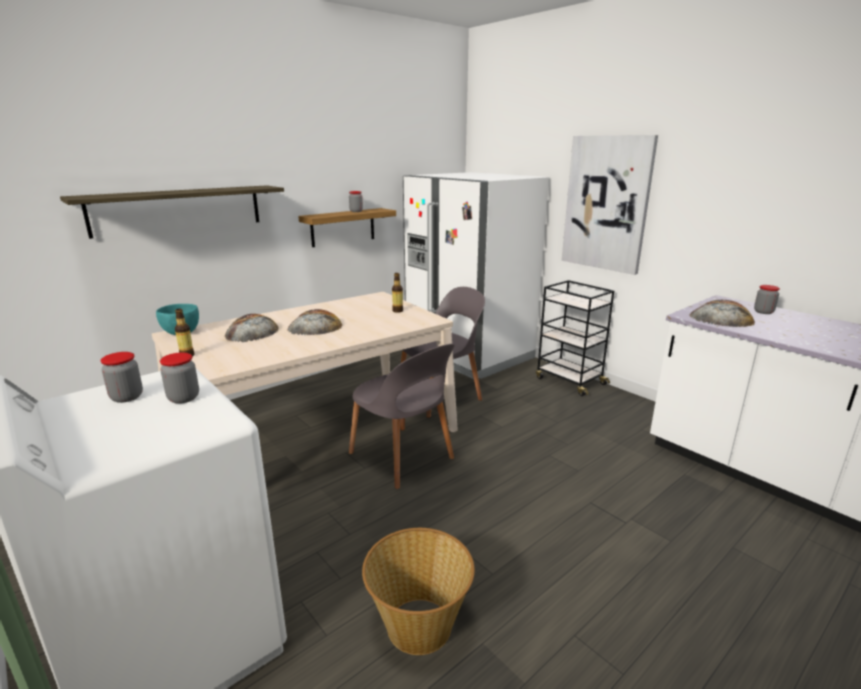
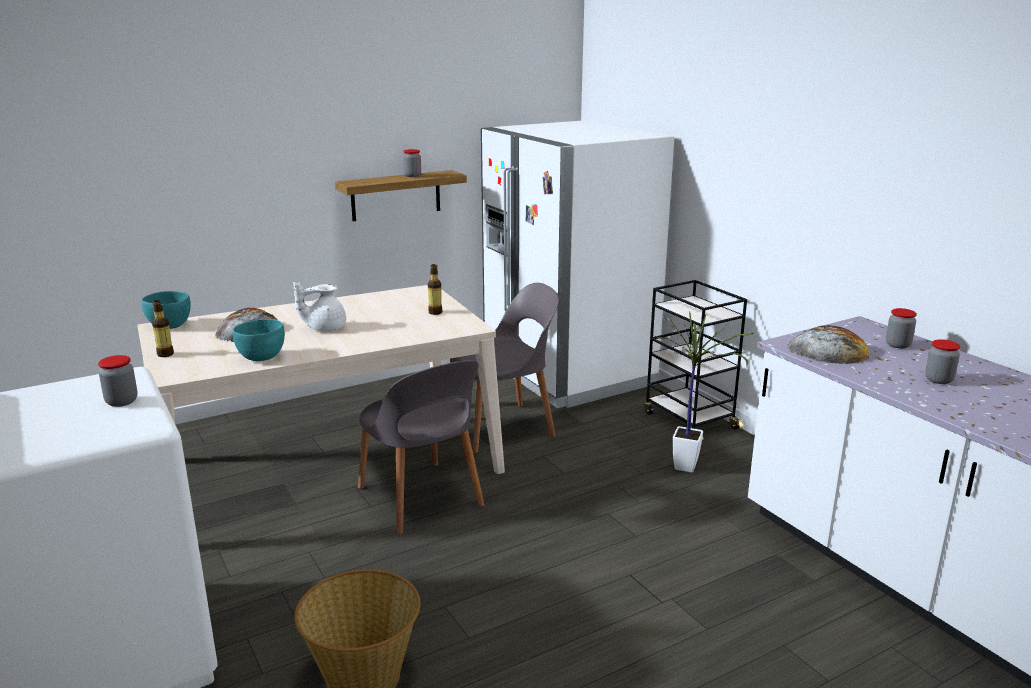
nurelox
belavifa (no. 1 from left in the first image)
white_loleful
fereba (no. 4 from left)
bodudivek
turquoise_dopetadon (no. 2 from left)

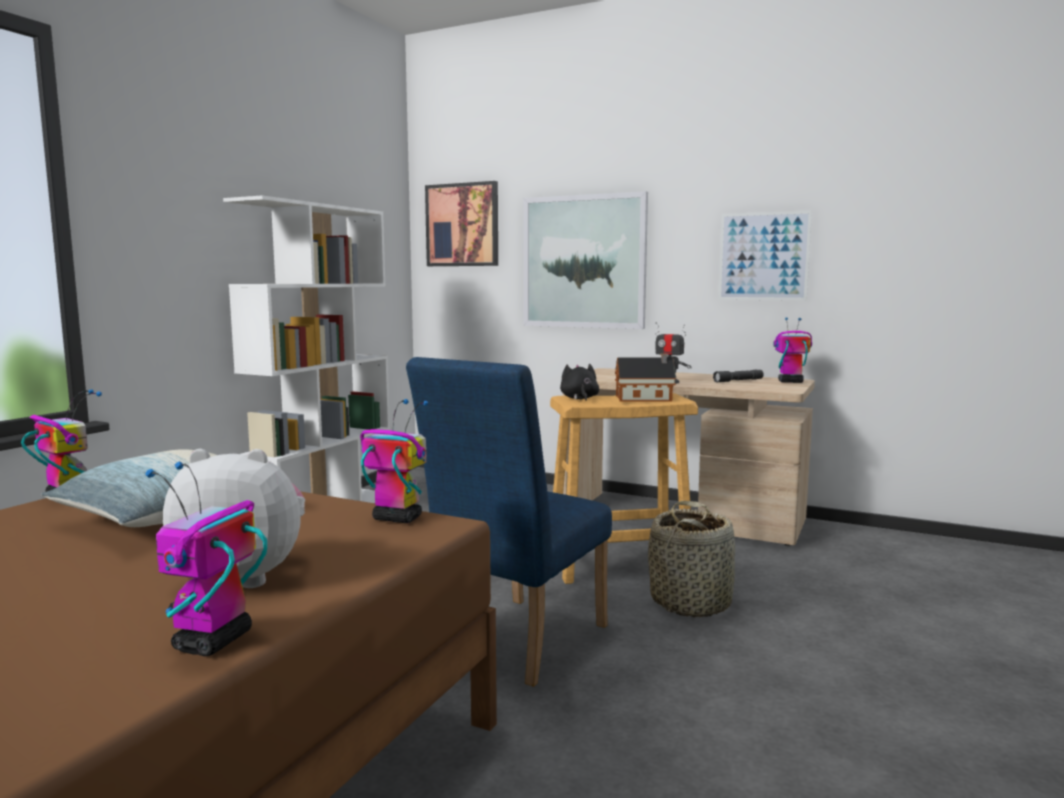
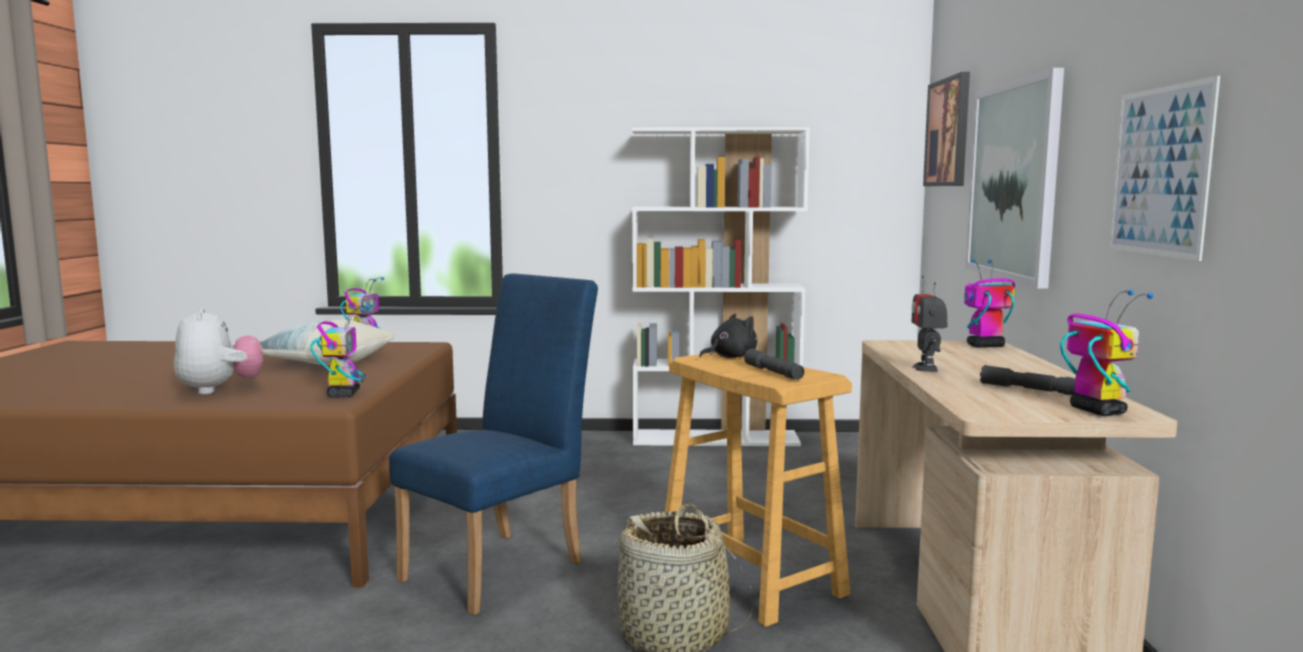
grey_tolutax (no. 1 from left)
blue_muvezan
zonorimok (no. 4 from left)

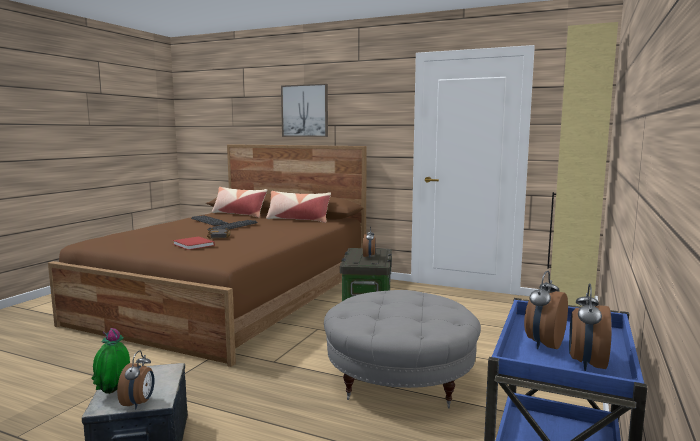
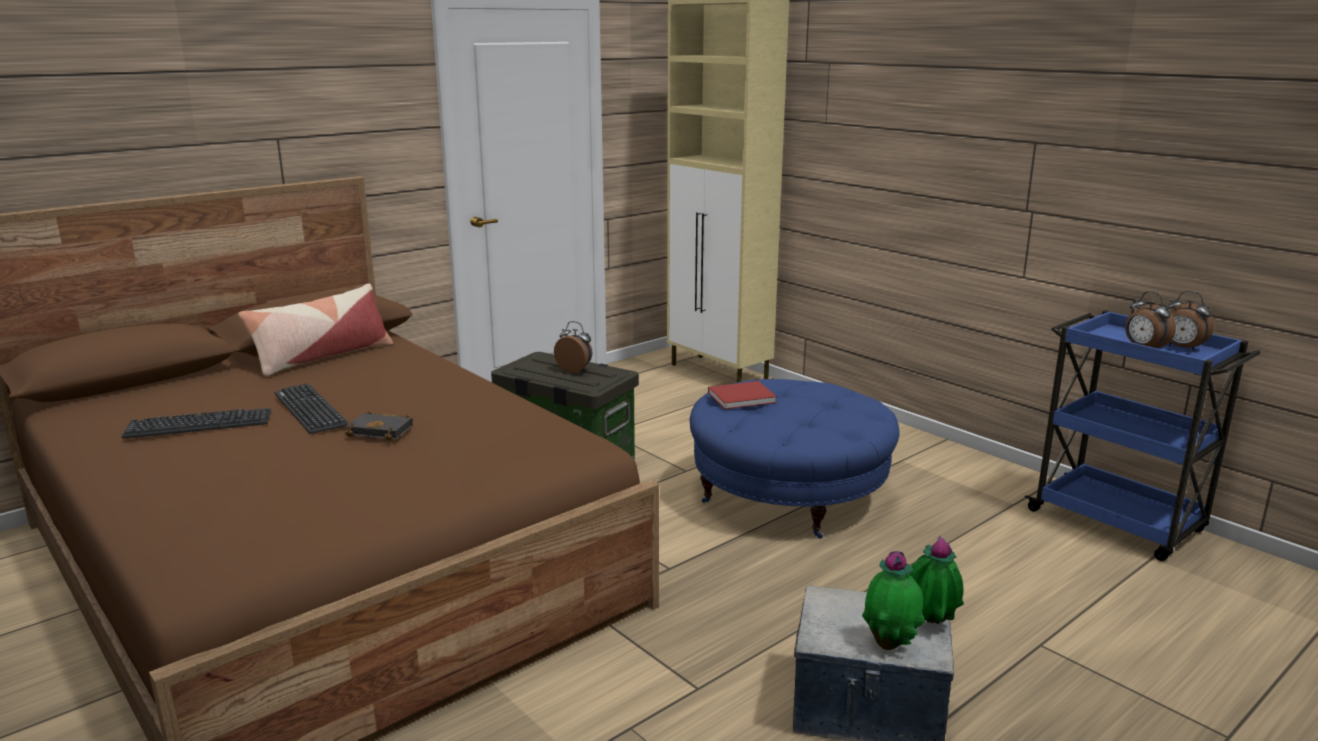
nurelox
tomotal (no. 1 from left in the first image)
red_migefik
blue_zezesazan
bodudivek (no. 2 from left)

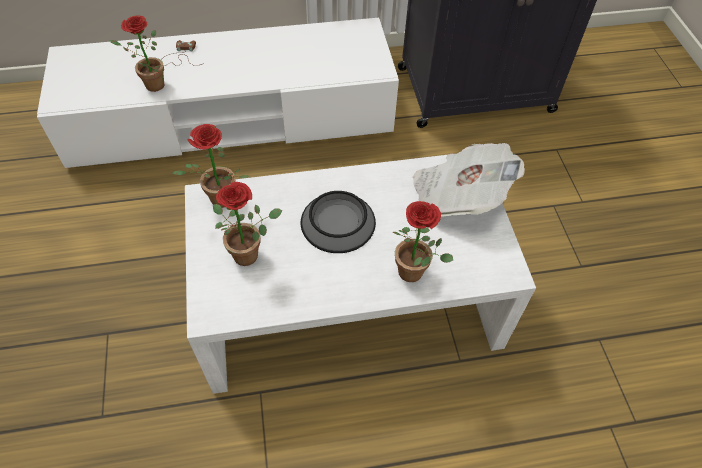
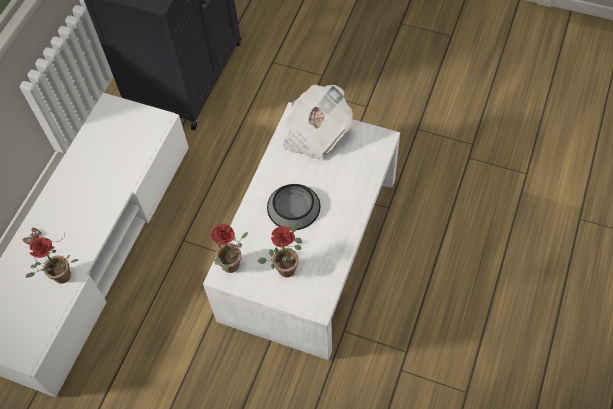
bodudivek (no. 4 from left in the first image)

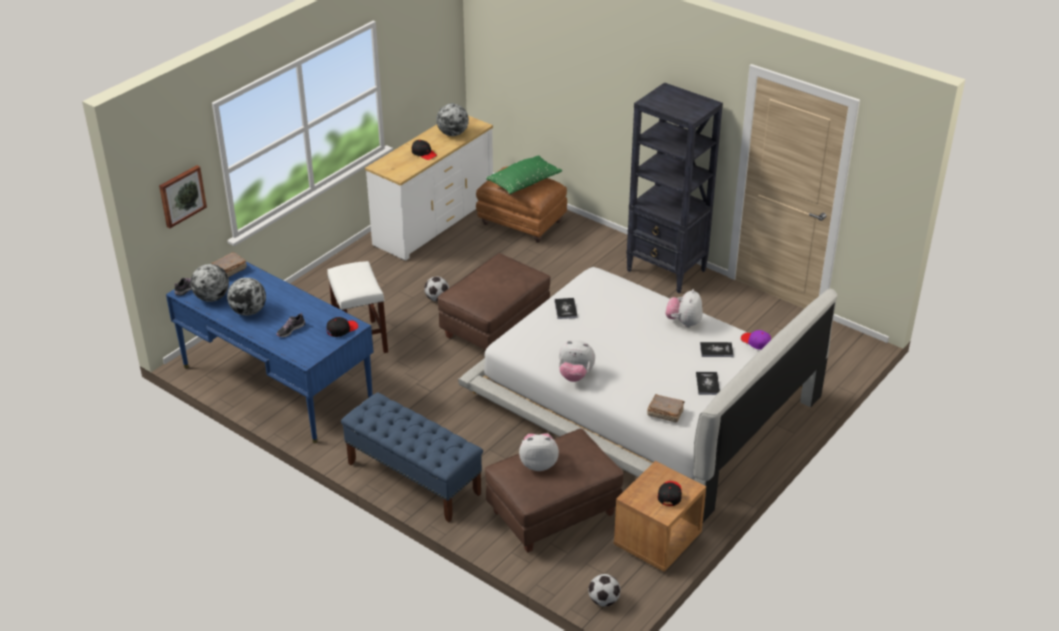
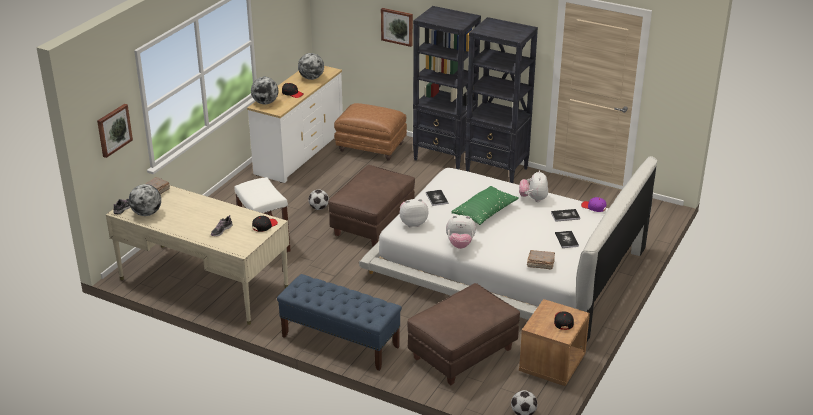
green_tomotal
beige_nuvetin
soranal (no. 2 from left)
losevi (no. 1 from left)
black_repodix (no. 1 from left)
nurelox (no. 2 from left)

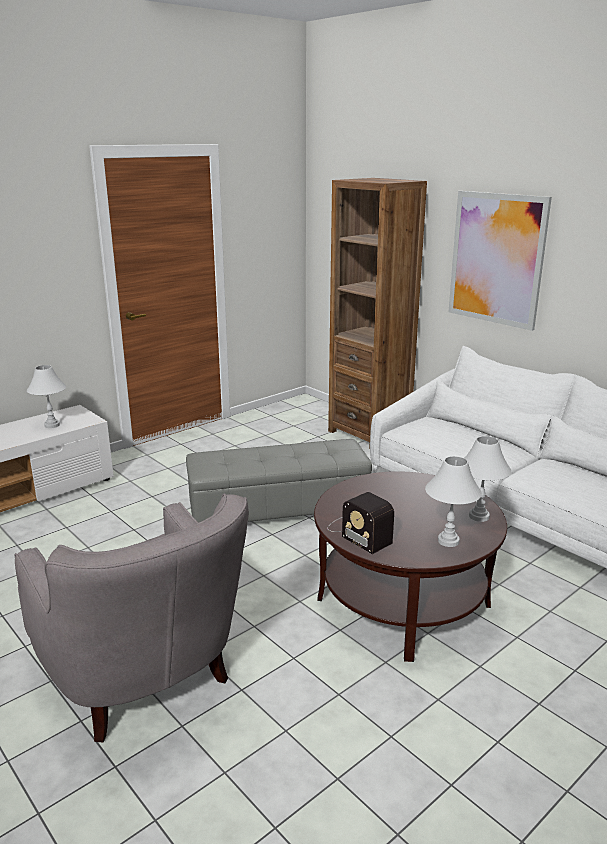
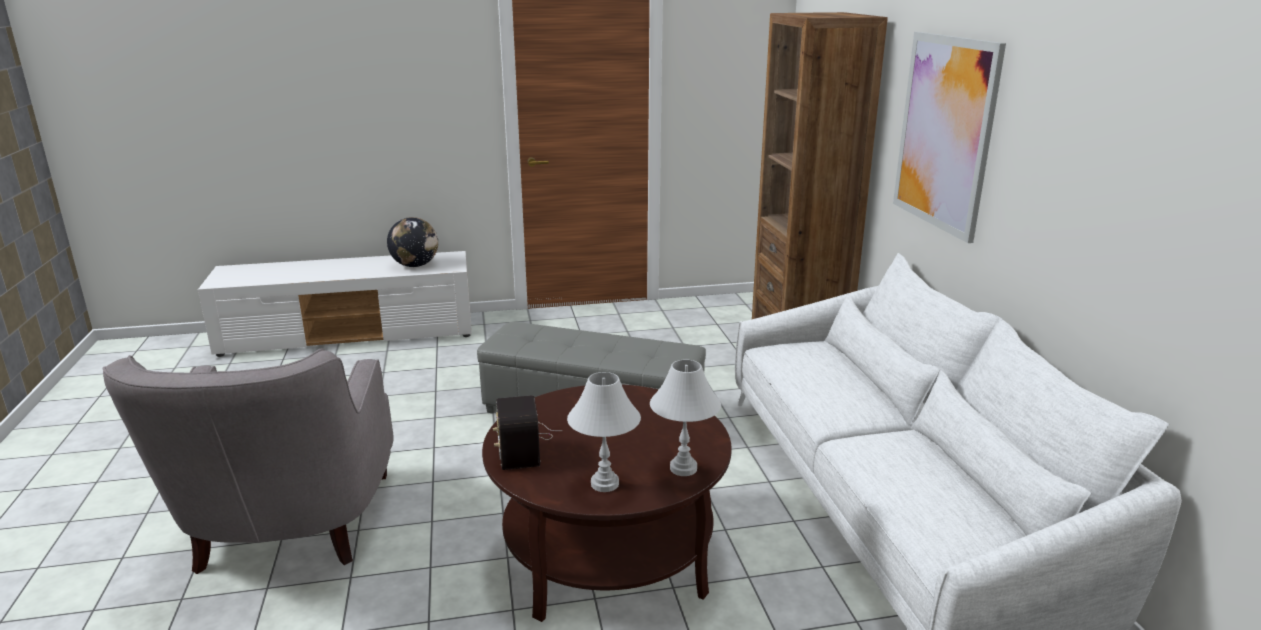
soranal

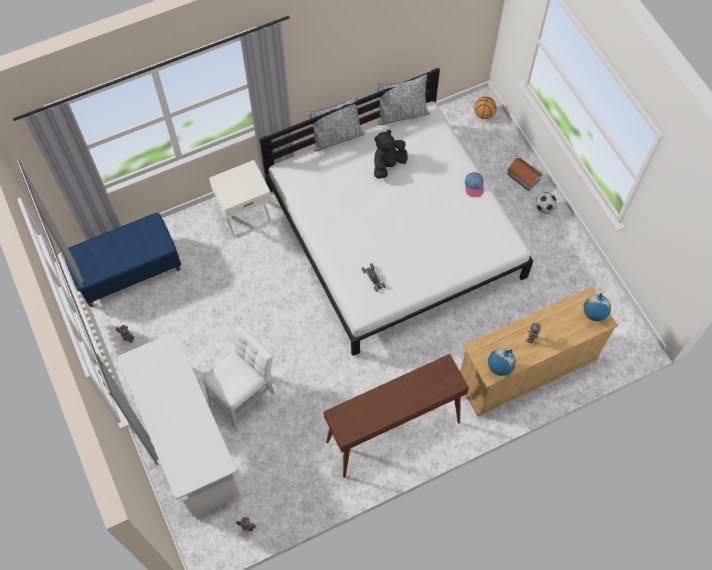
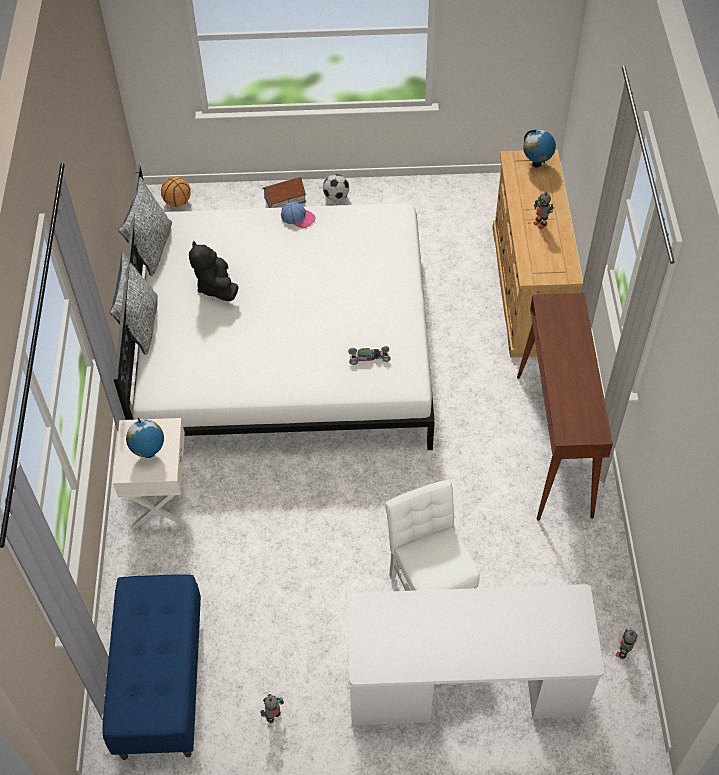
soranal (no. 1 from left)

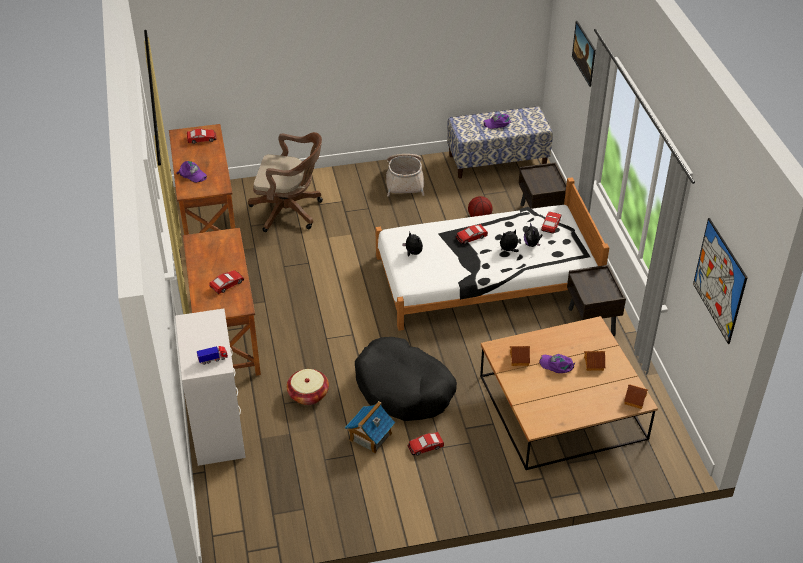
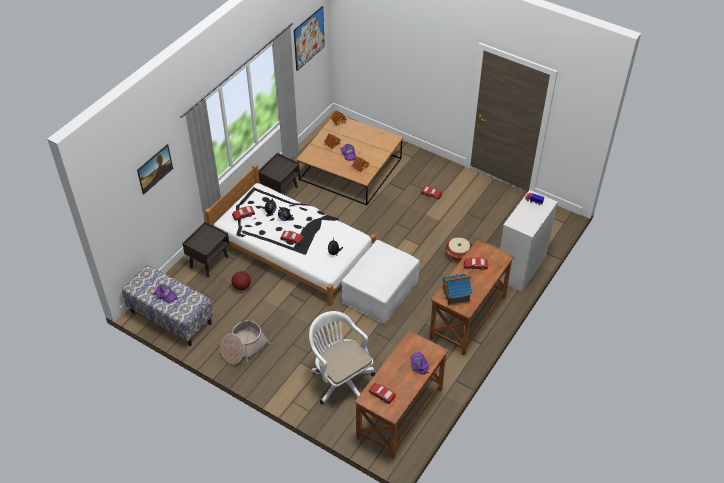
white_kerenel
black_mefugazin
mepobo (no. 4 from left)
white_zezesazan

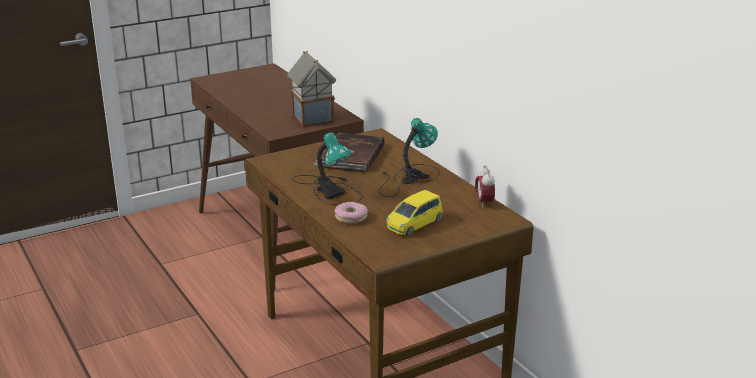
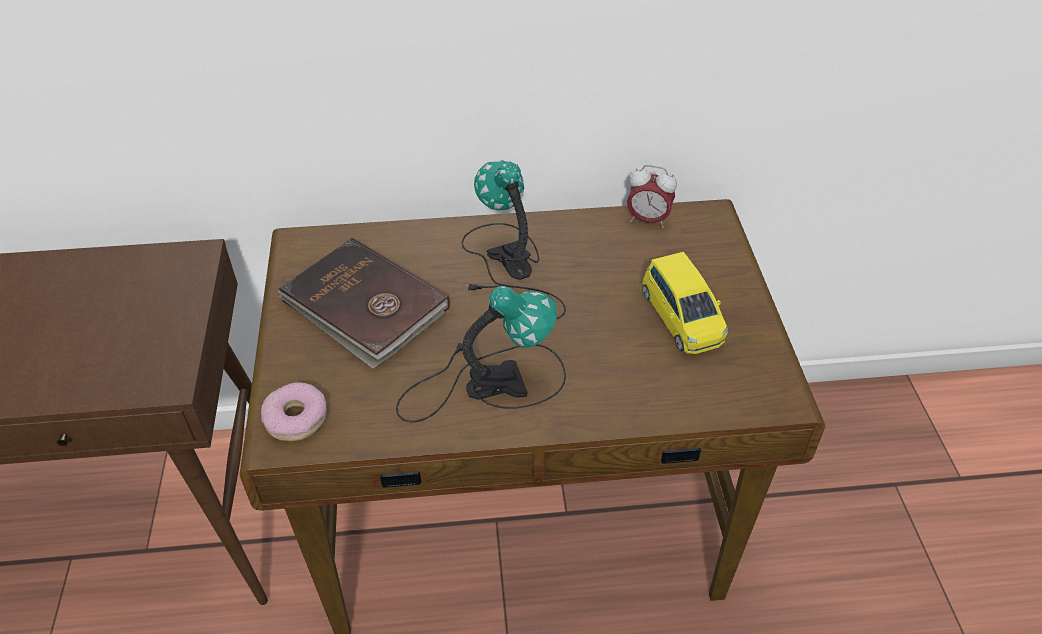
mepobo
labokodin

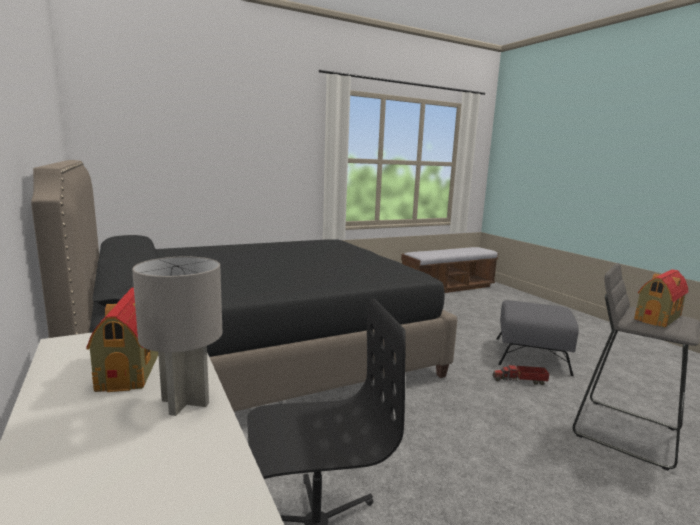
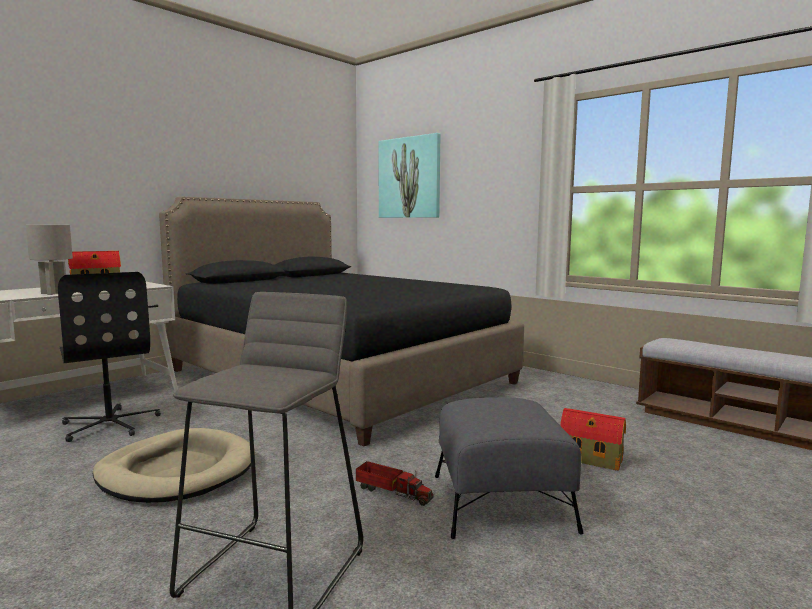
mepobo (no. 2 from left)
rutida
nurelox
beige_mefugazin

